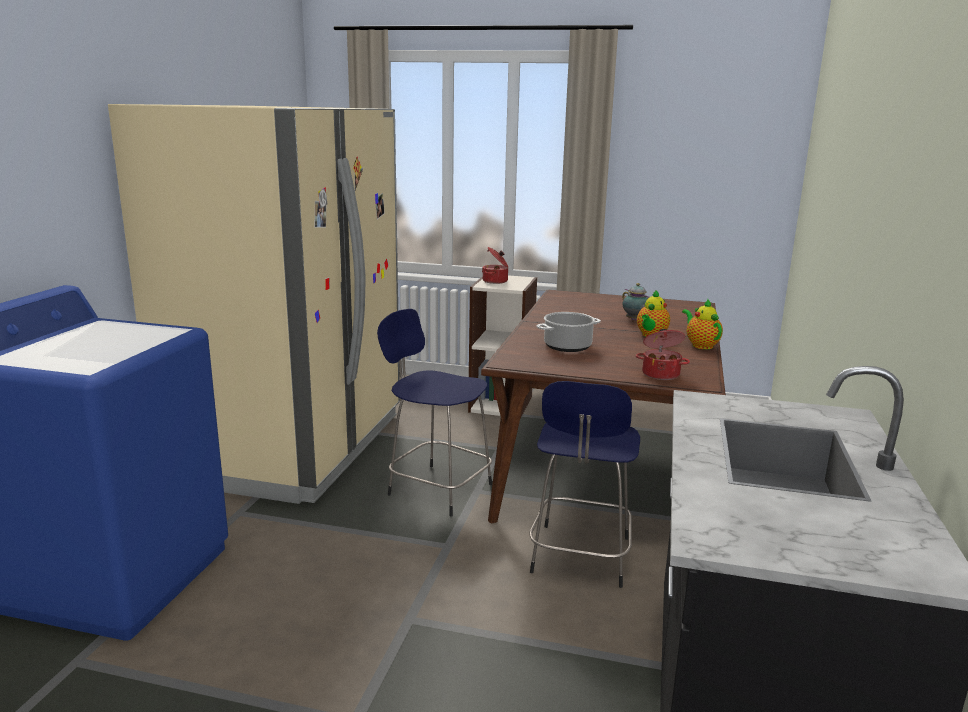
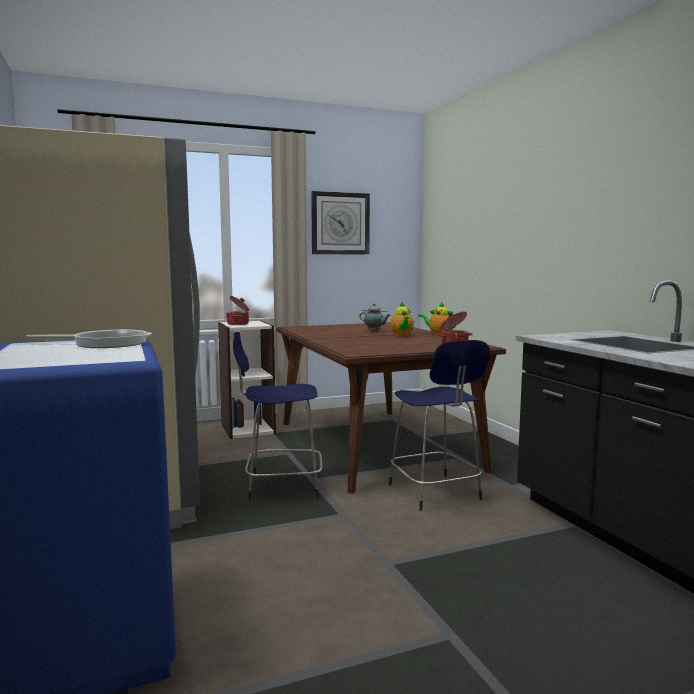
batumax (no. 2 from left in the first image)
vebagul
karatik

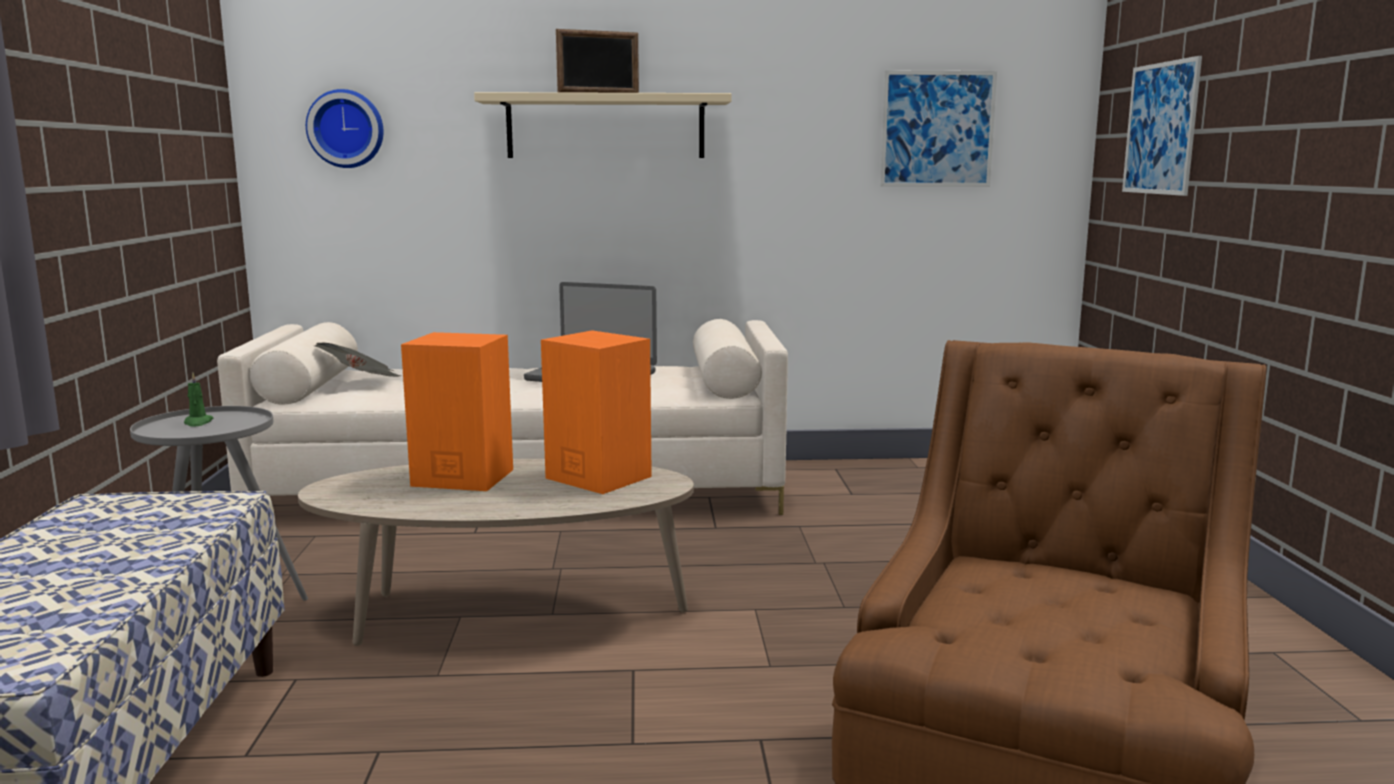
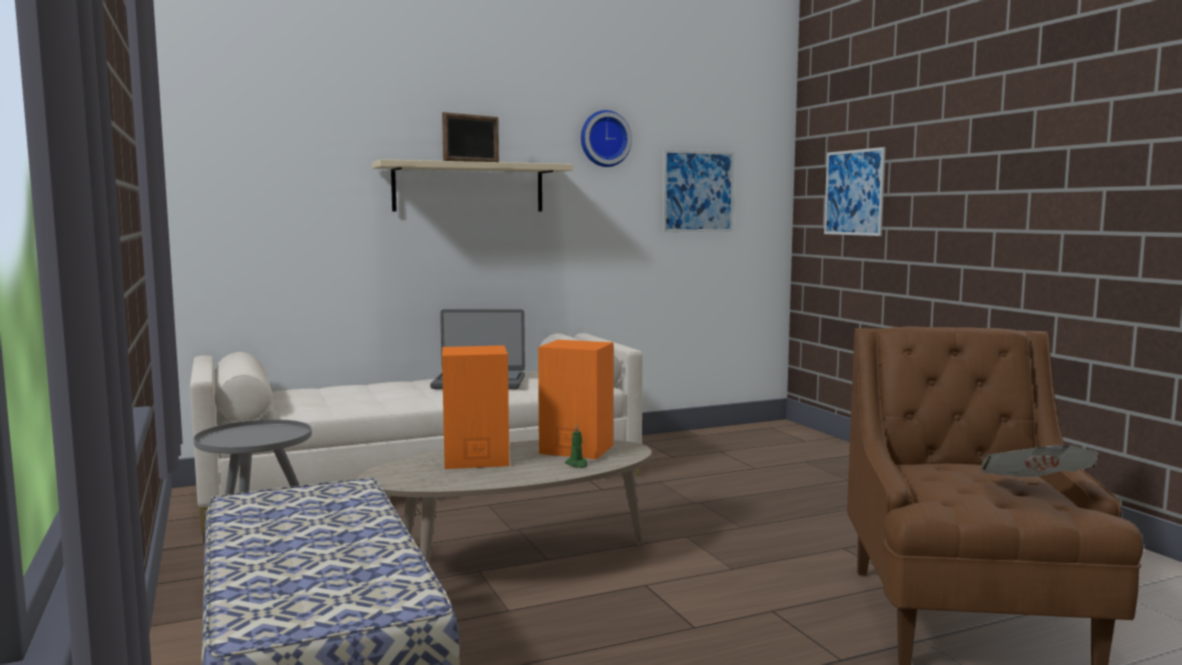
vebagul
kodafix
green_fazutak

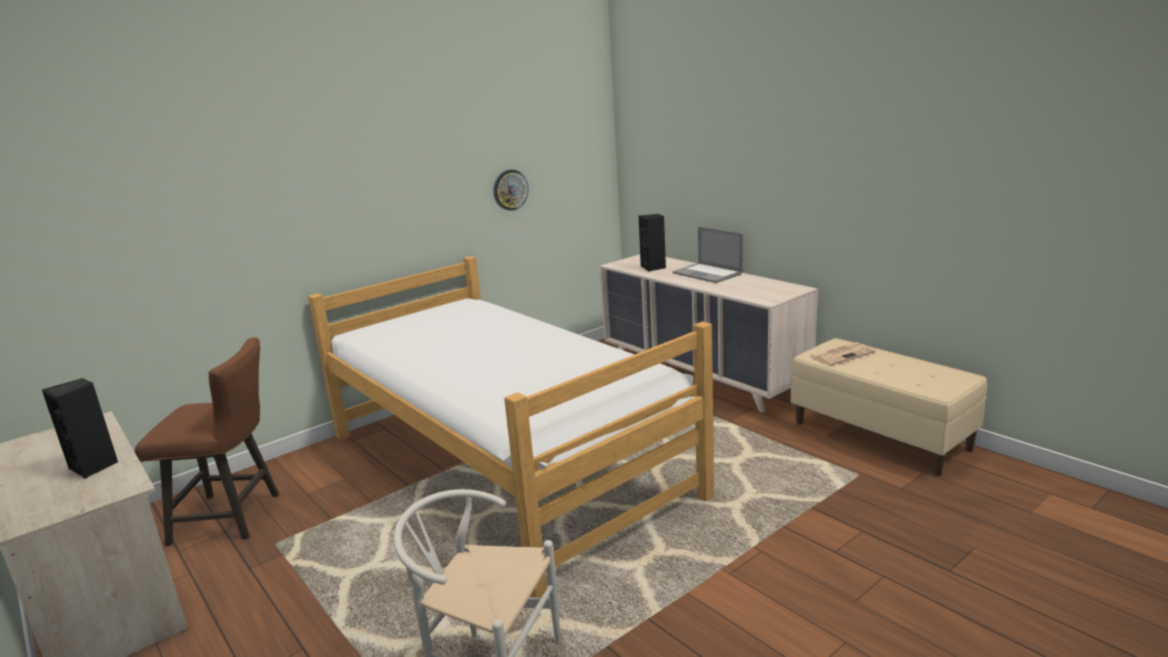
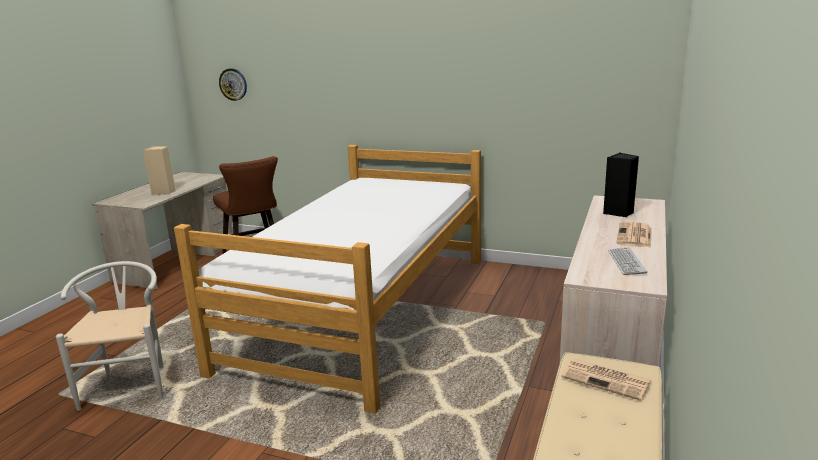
vebagul
kodafix (no. 2 from left)
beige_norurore
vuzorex

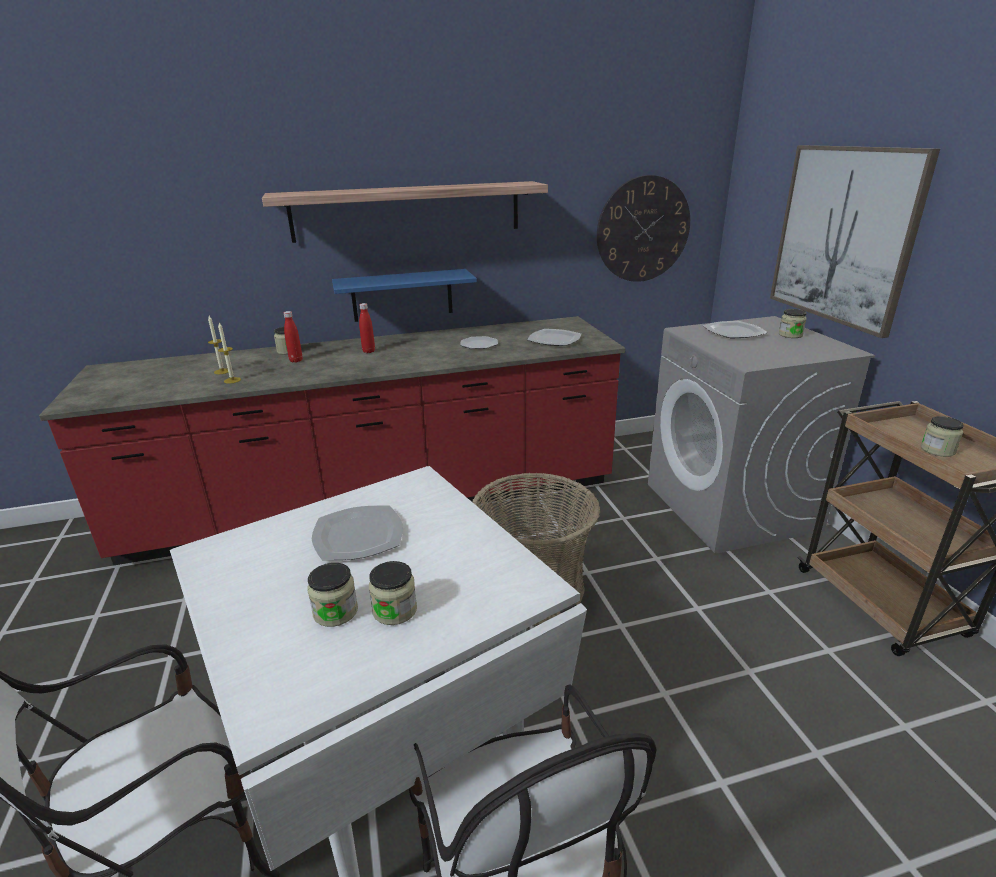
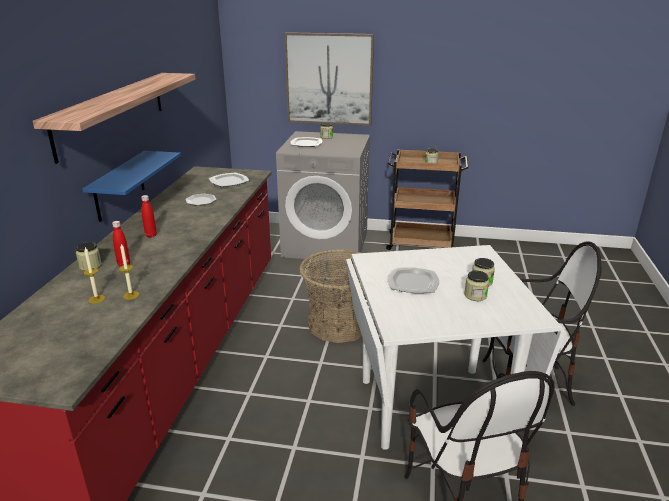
vebagul

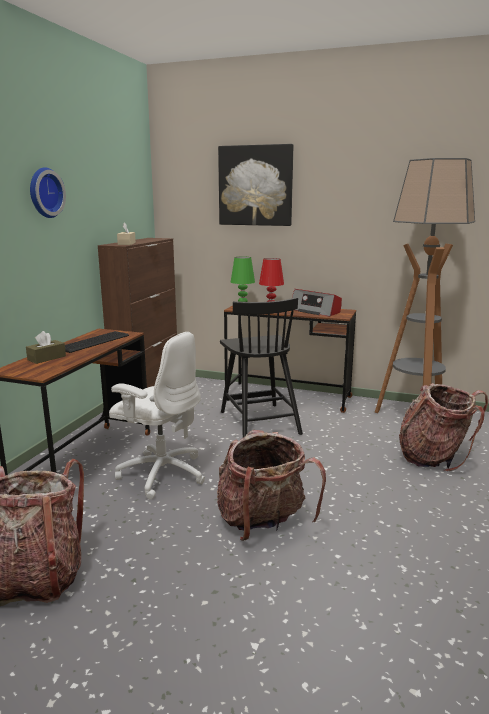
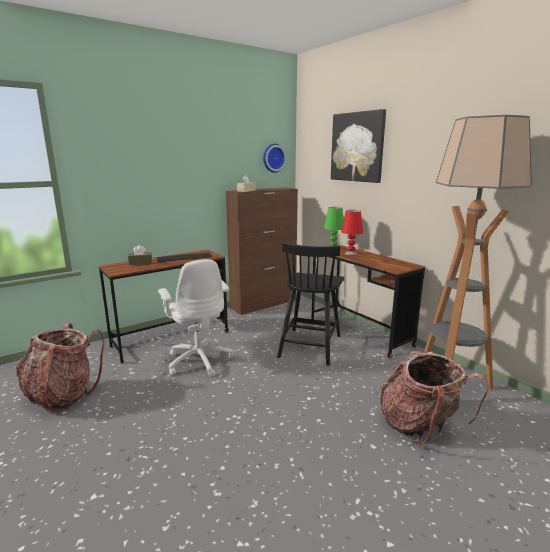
vebagul
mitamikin
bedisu (no. 2 from left in the first image)

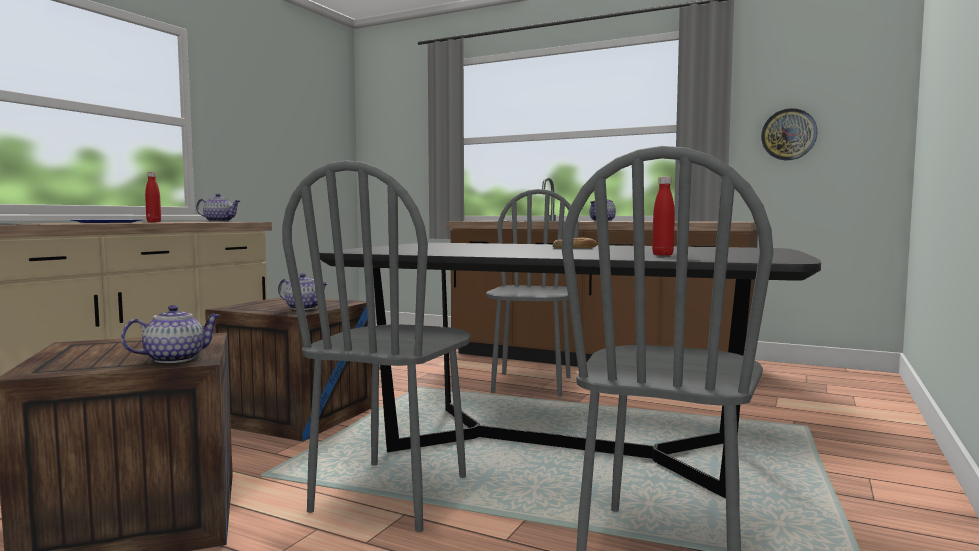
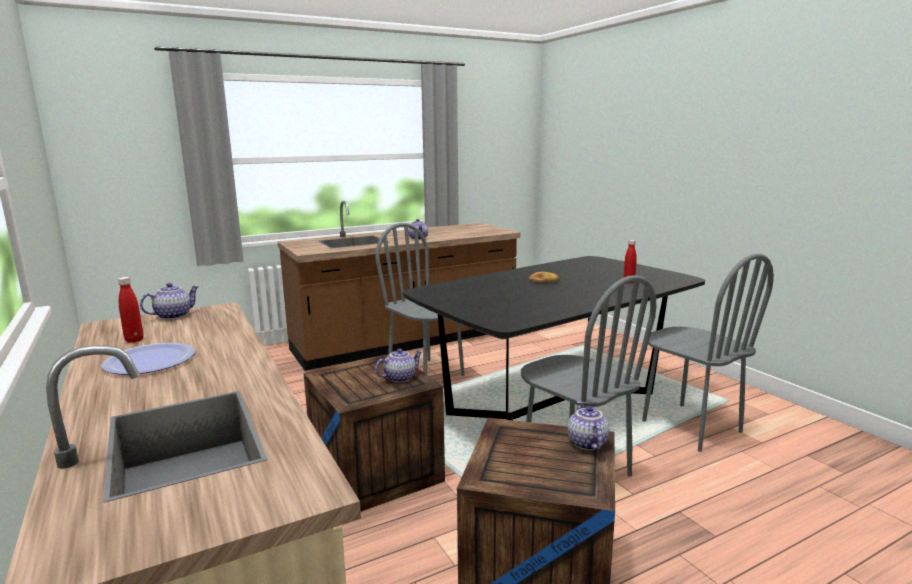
vebagul

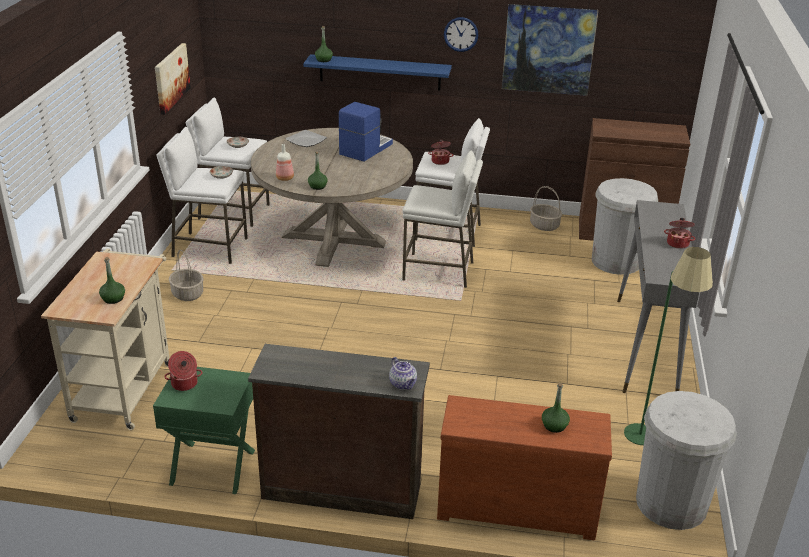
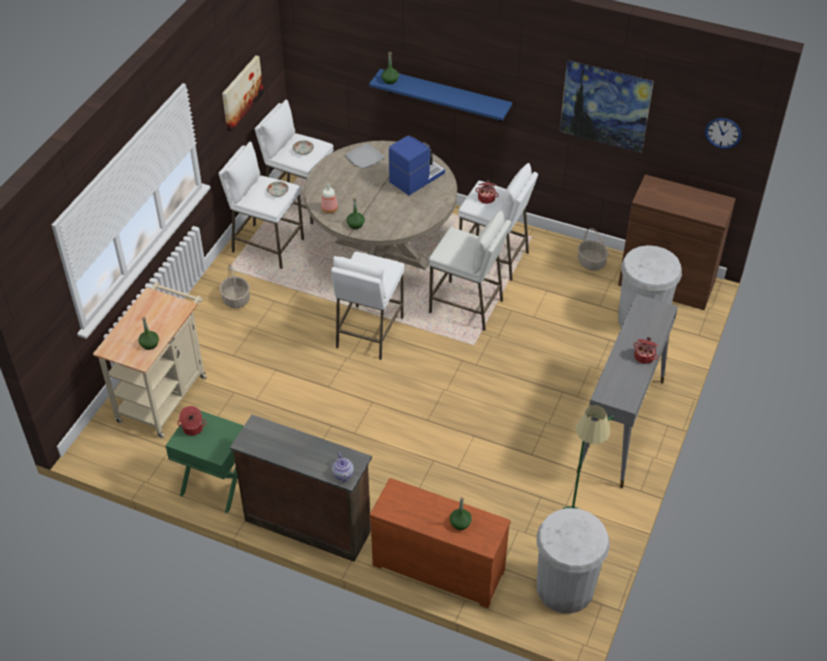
vebagul
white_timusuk (no. 3 from left)

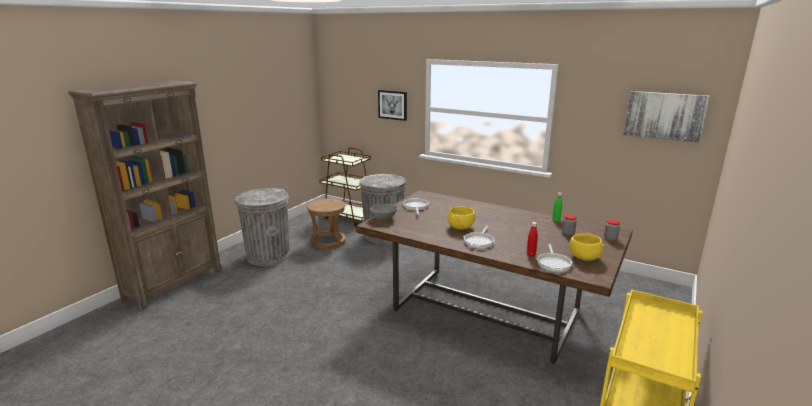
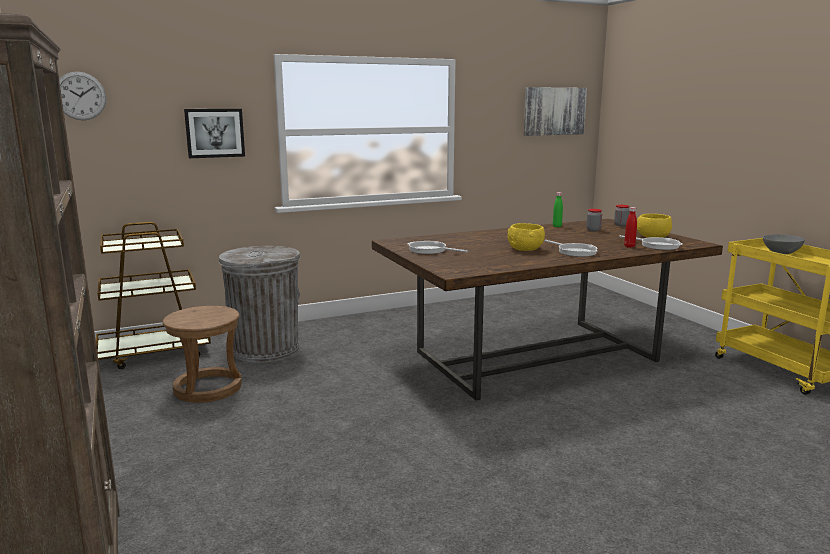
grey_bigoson (no. 1 from left in the first image)
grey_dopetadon
vebagul

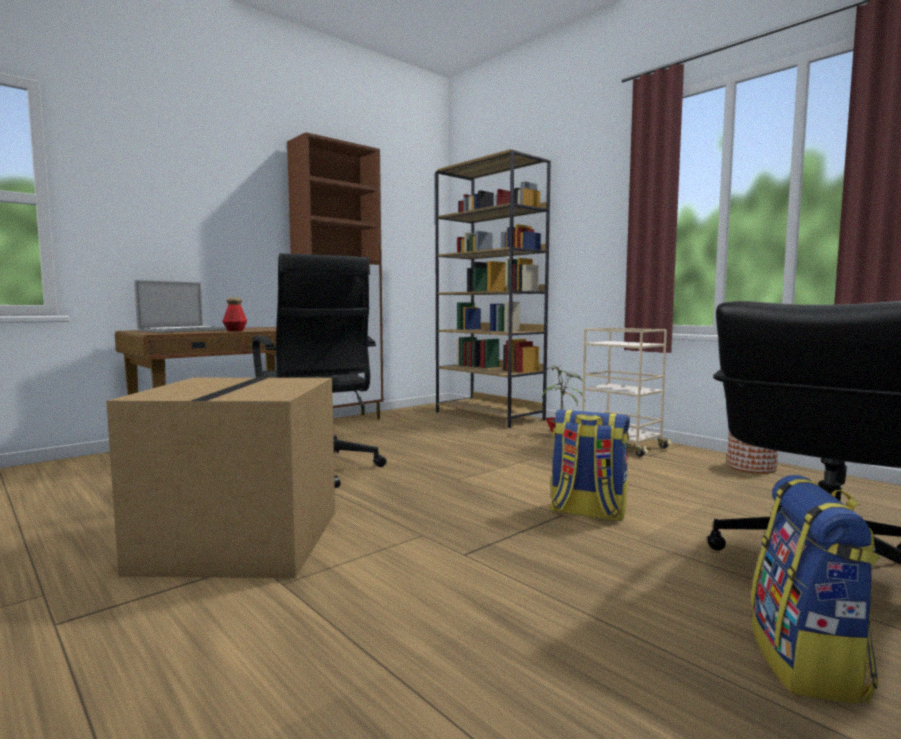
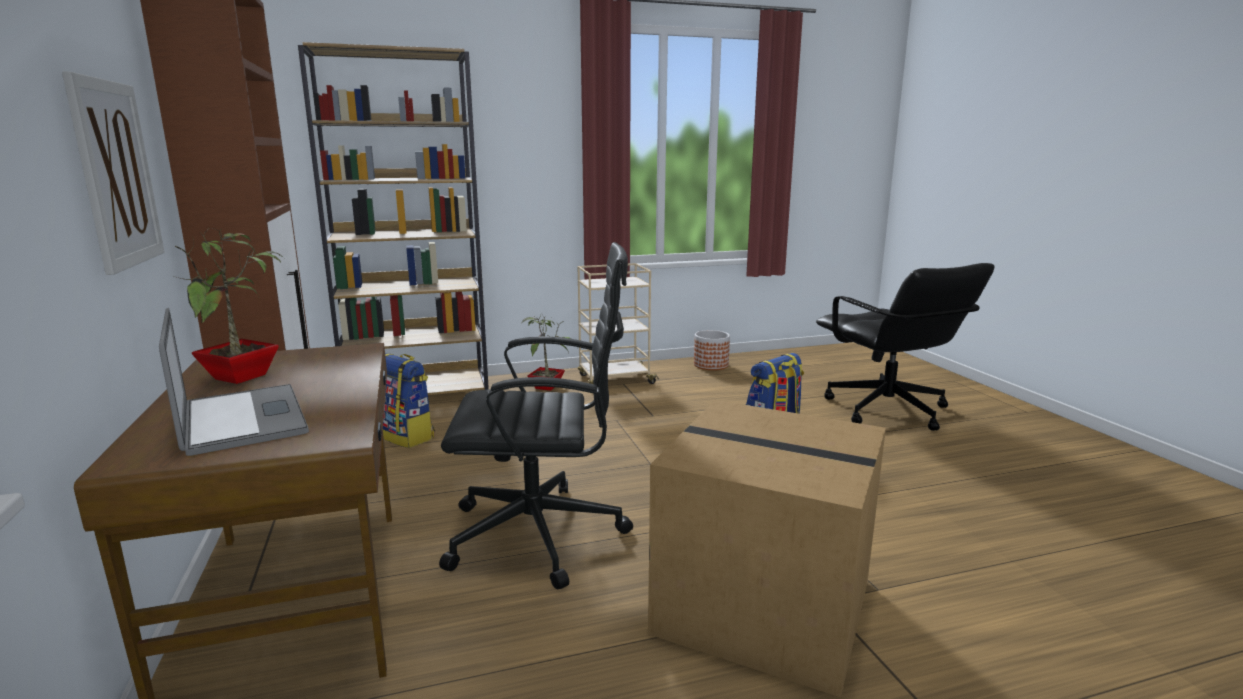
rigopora
bedisu (no. 1 from left)
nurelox
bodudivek (no. 1 from left)

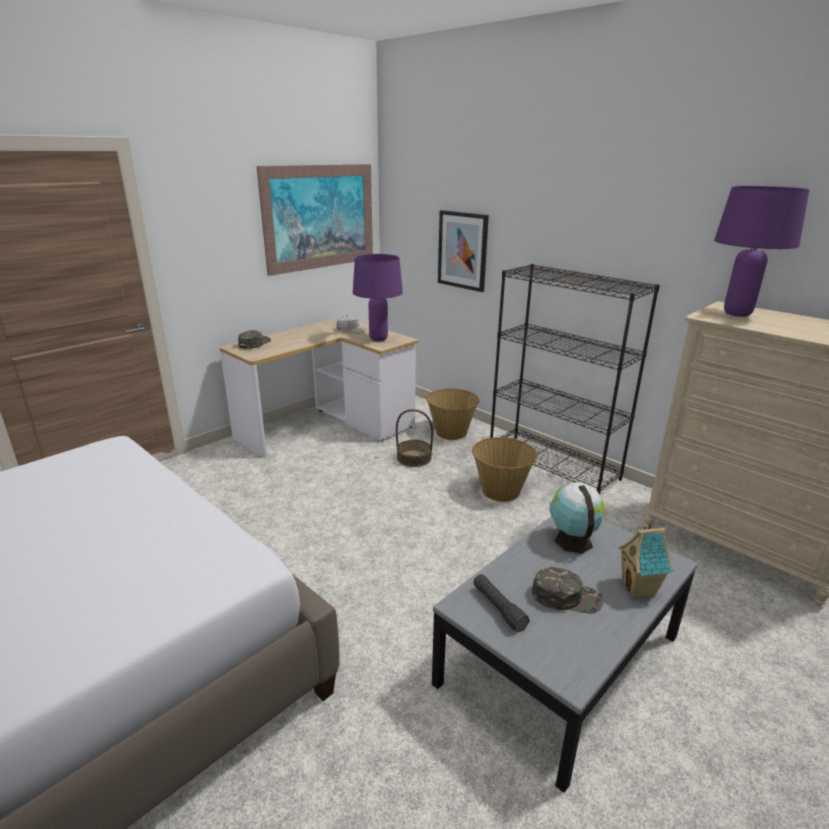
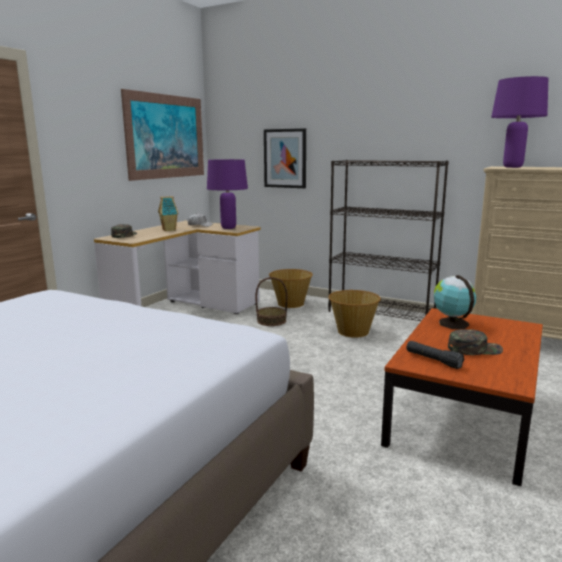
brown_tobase
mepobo

